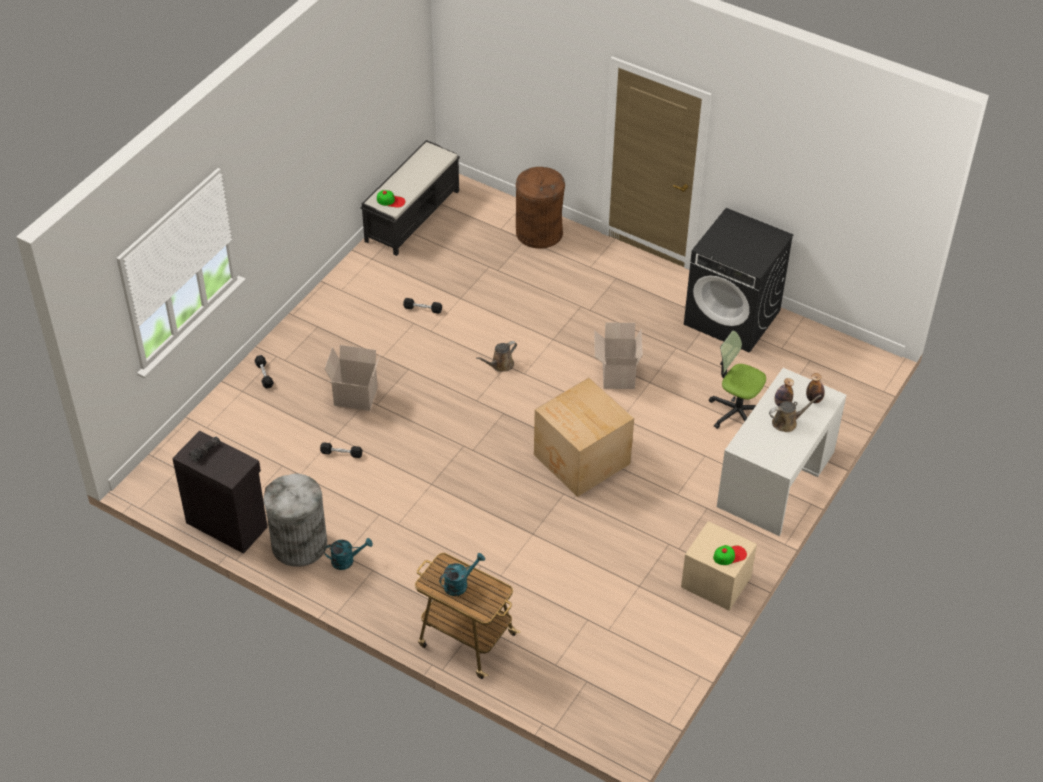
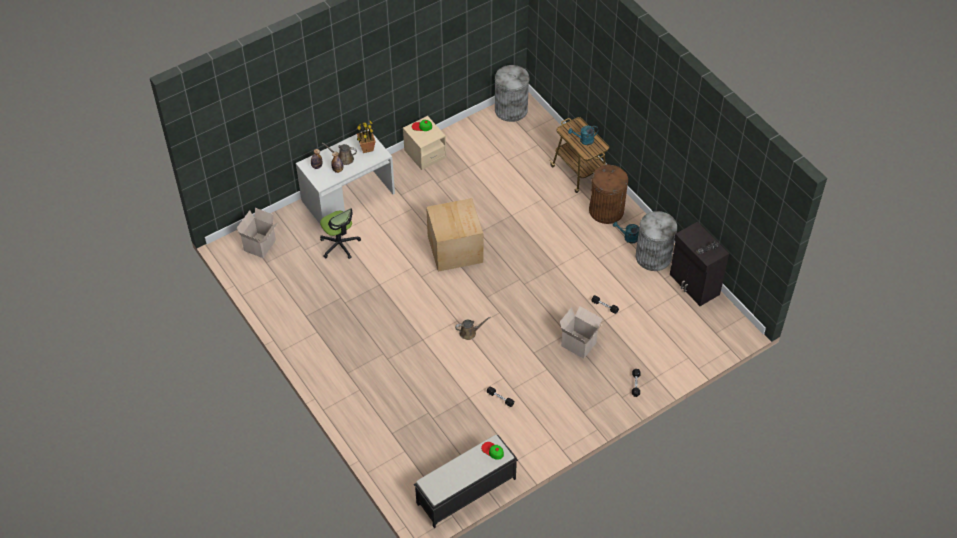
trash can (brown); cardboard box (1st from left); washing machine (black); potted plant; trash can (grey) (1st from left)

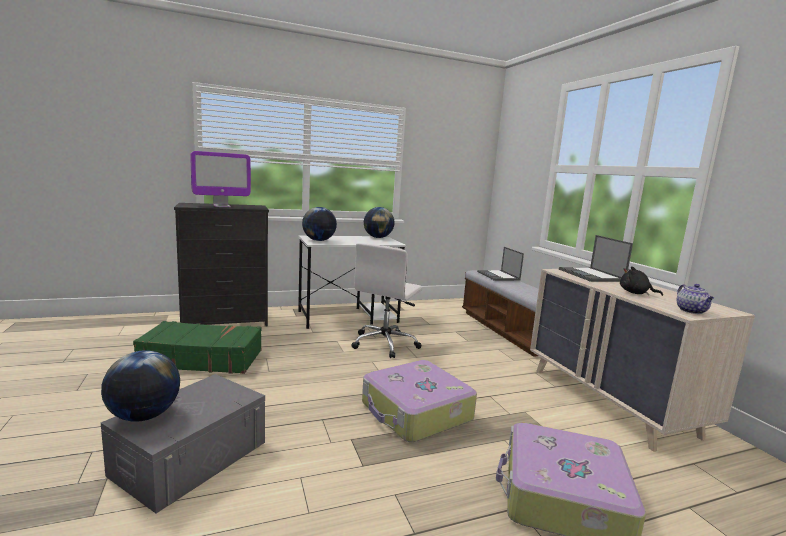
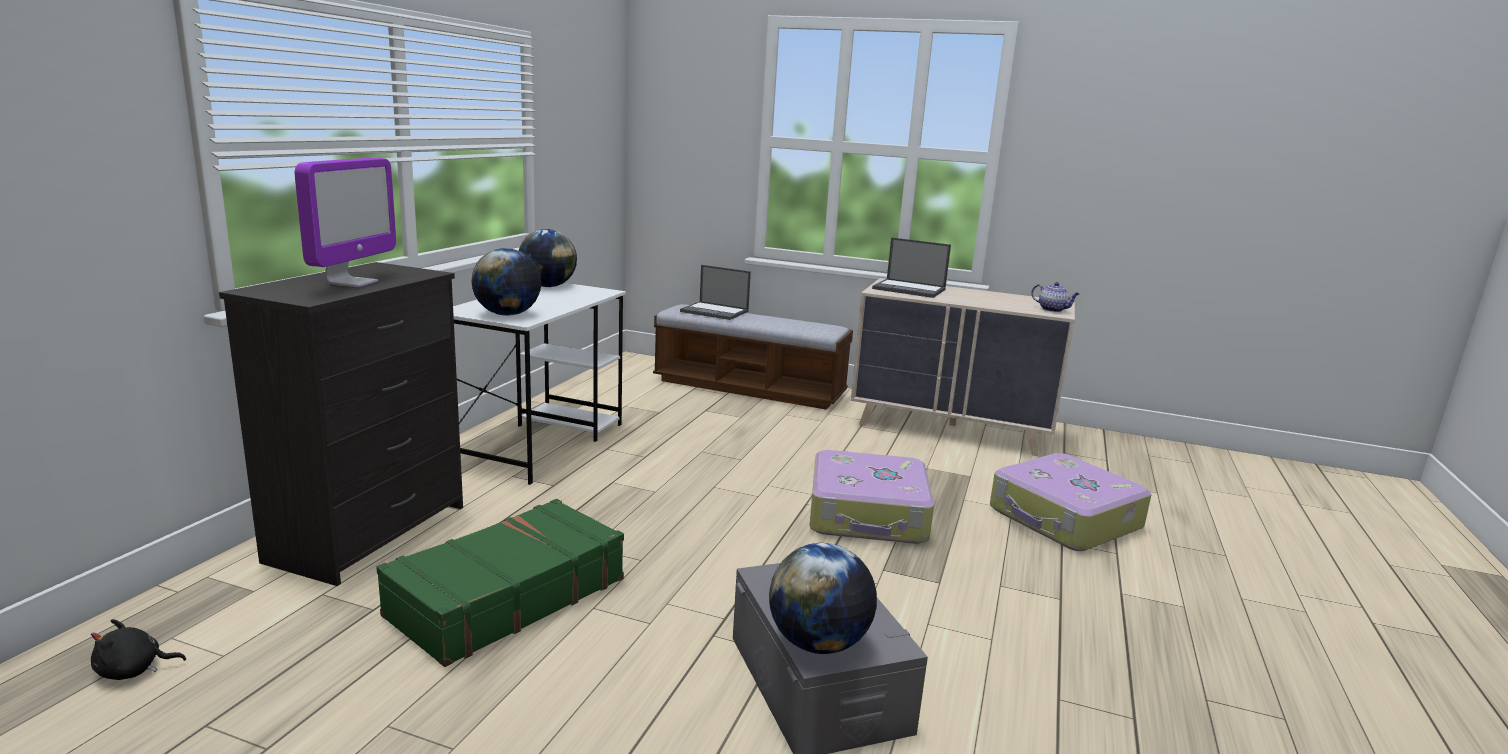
office chair (white); plush toy (black)

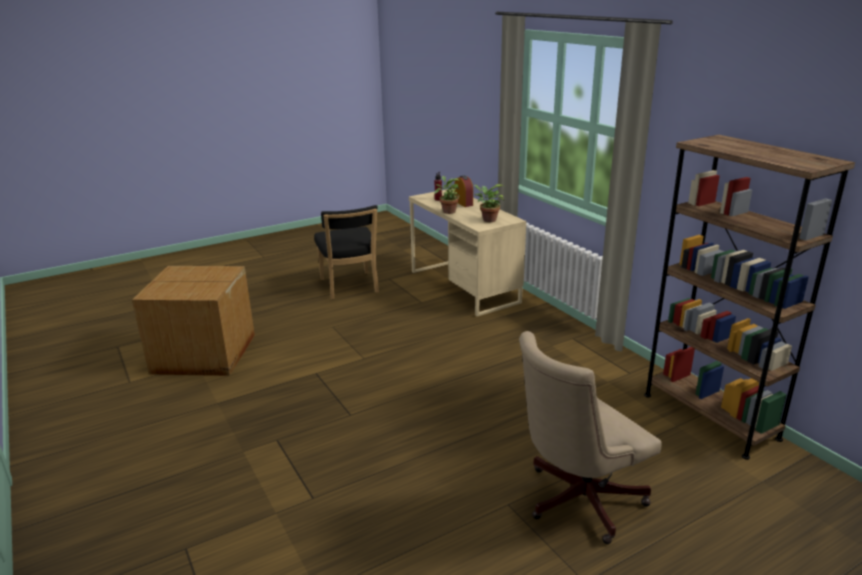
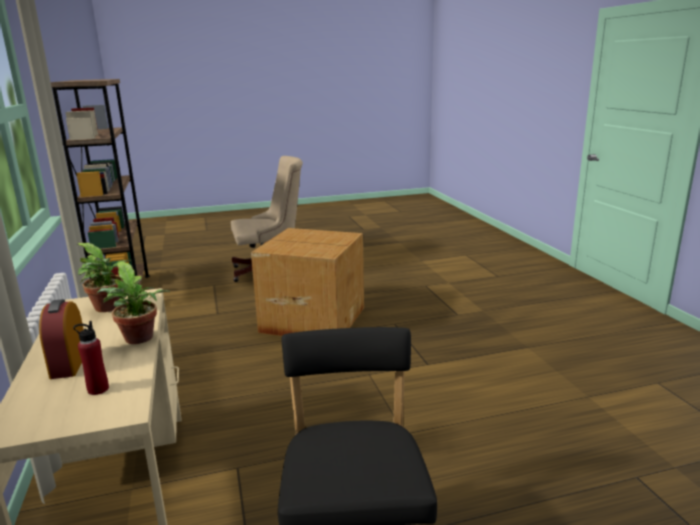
cardboard box

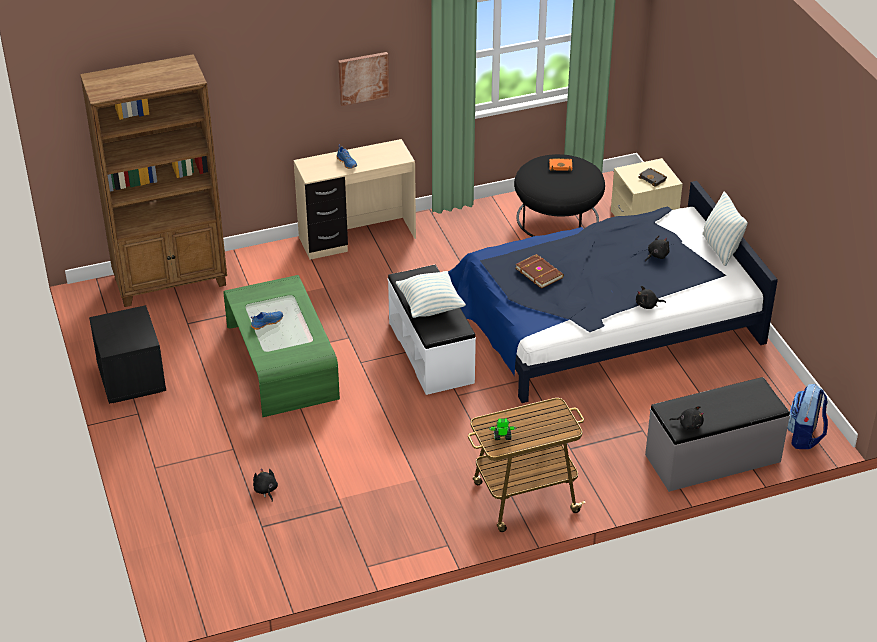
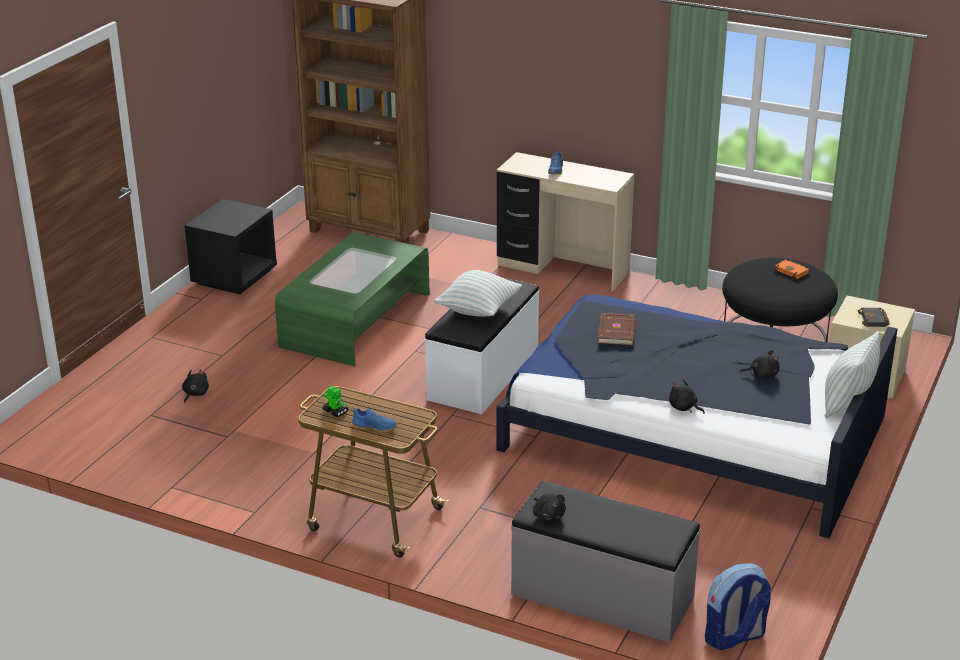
shoe (blue) (1st from left); picture

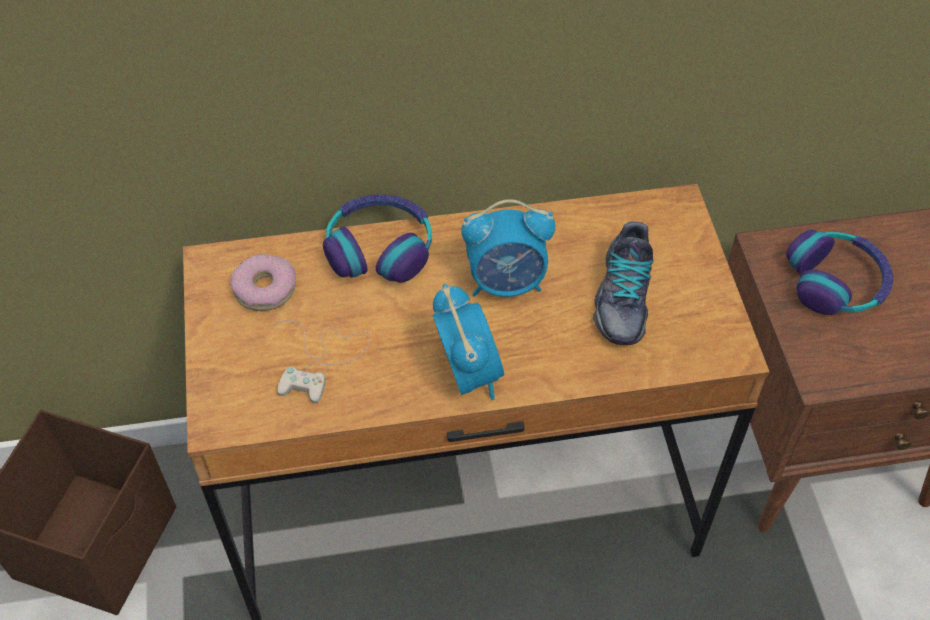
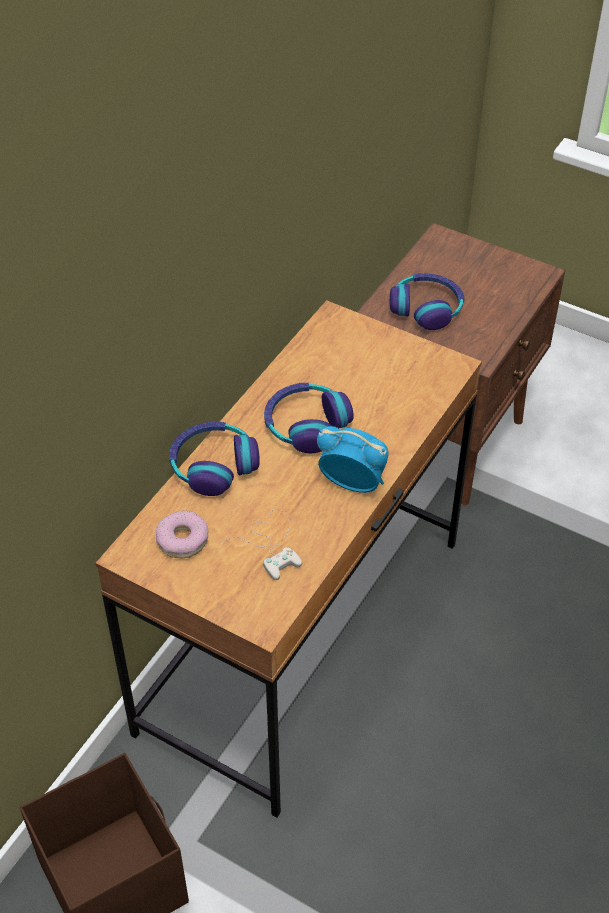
headphones (2nd from left); shoe

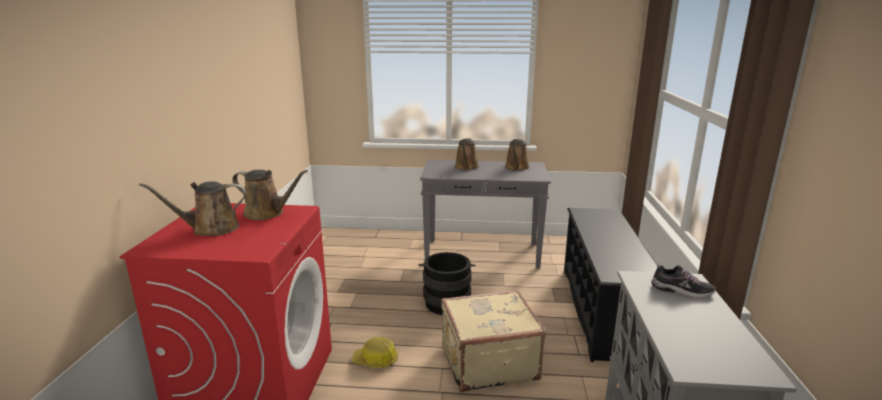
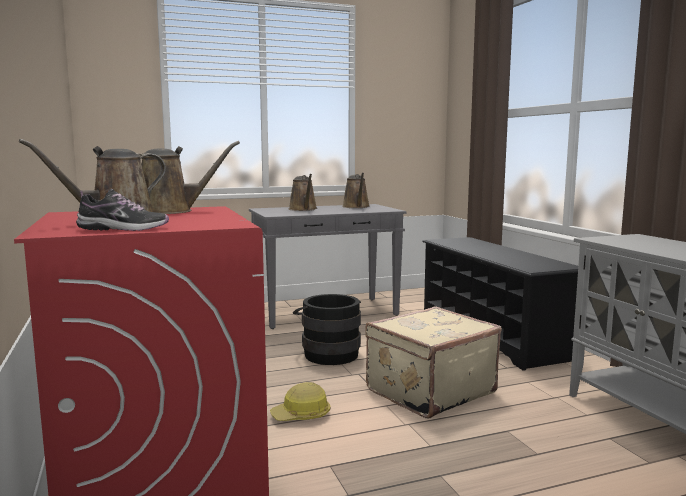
shoe

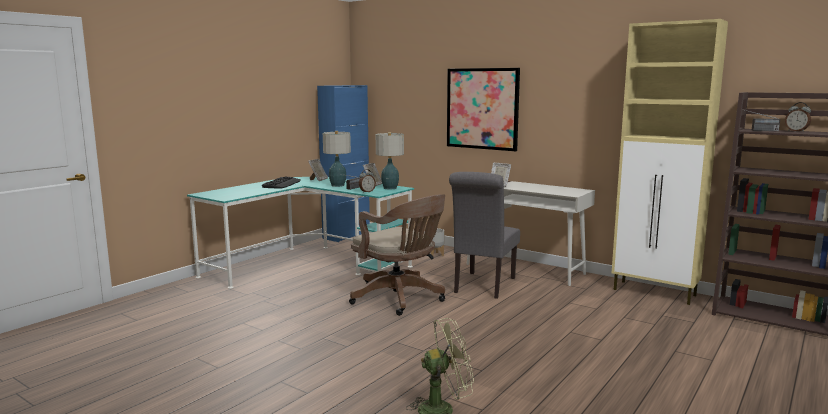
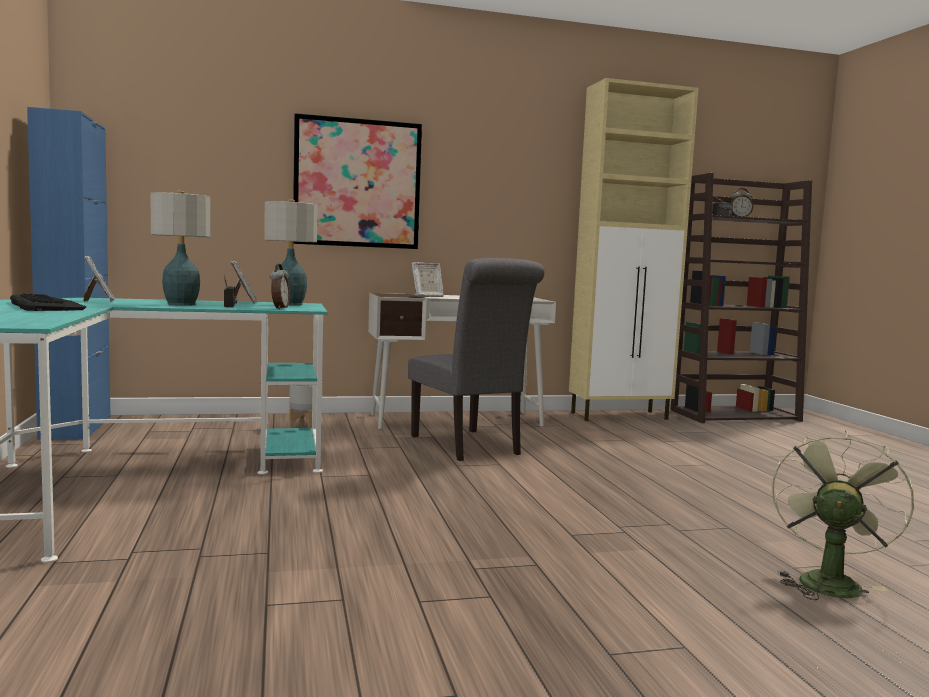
office chair (brown)

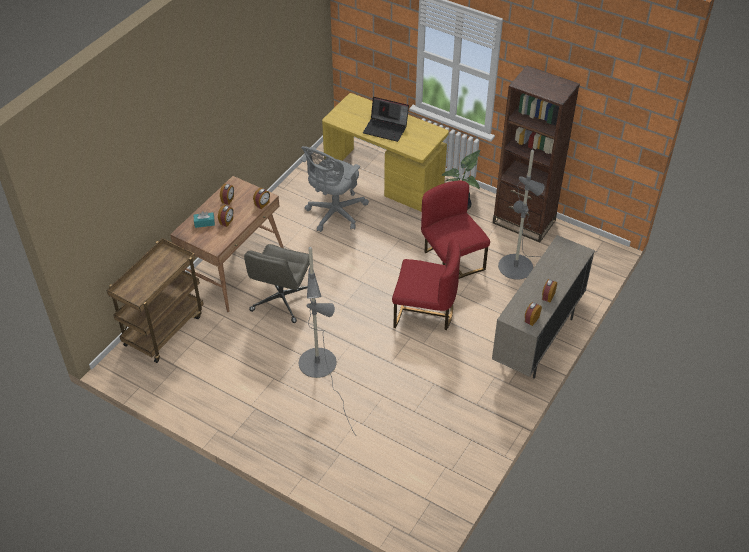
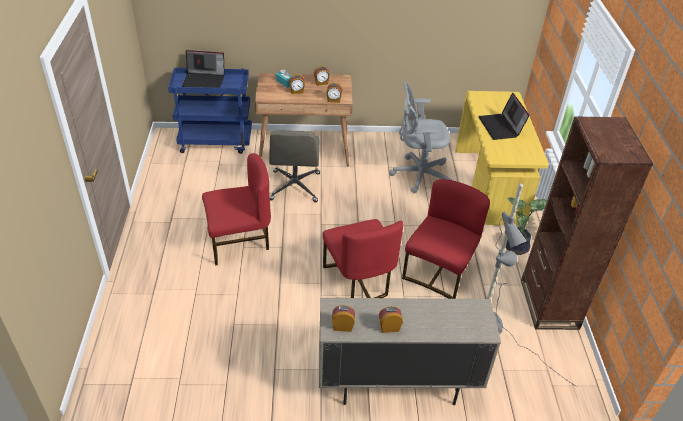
cart (blue); office chair (grey) (1st from left); chair (red) (1st from left); laptop (1st from left)

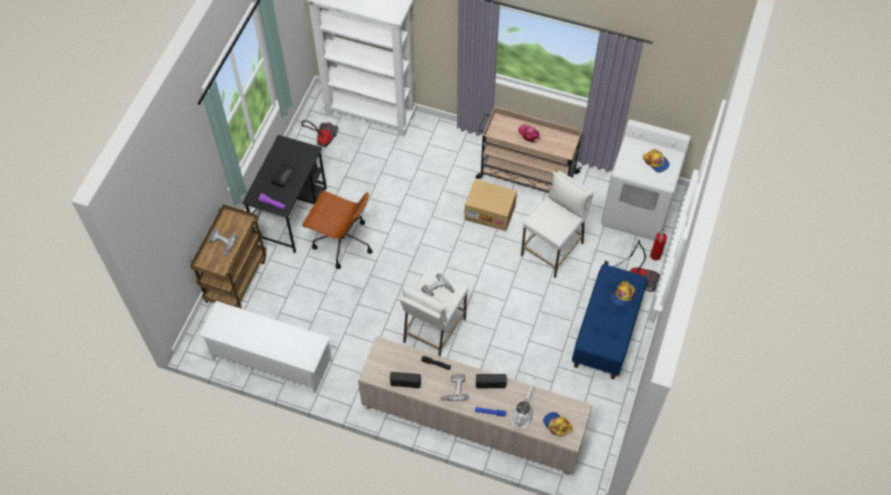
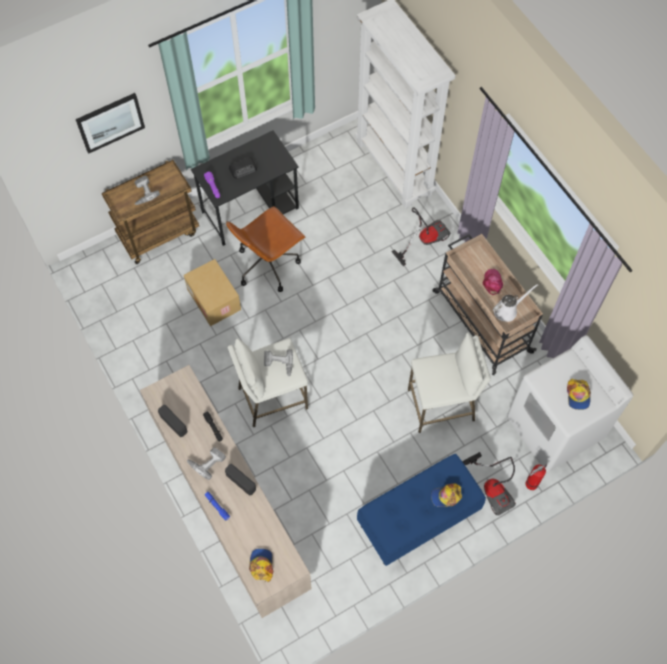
shoe rack (white); vacuum cleaner (1st from left); office chair (brown); cardboard box; watering can (white); picture

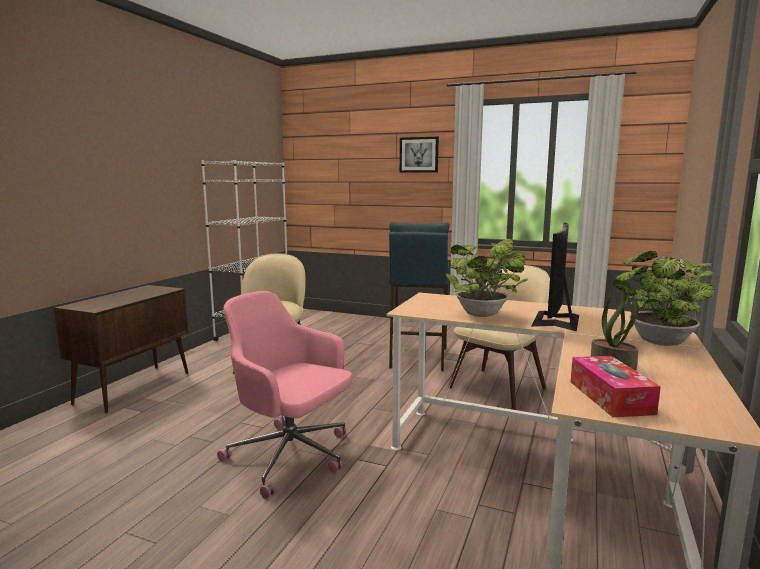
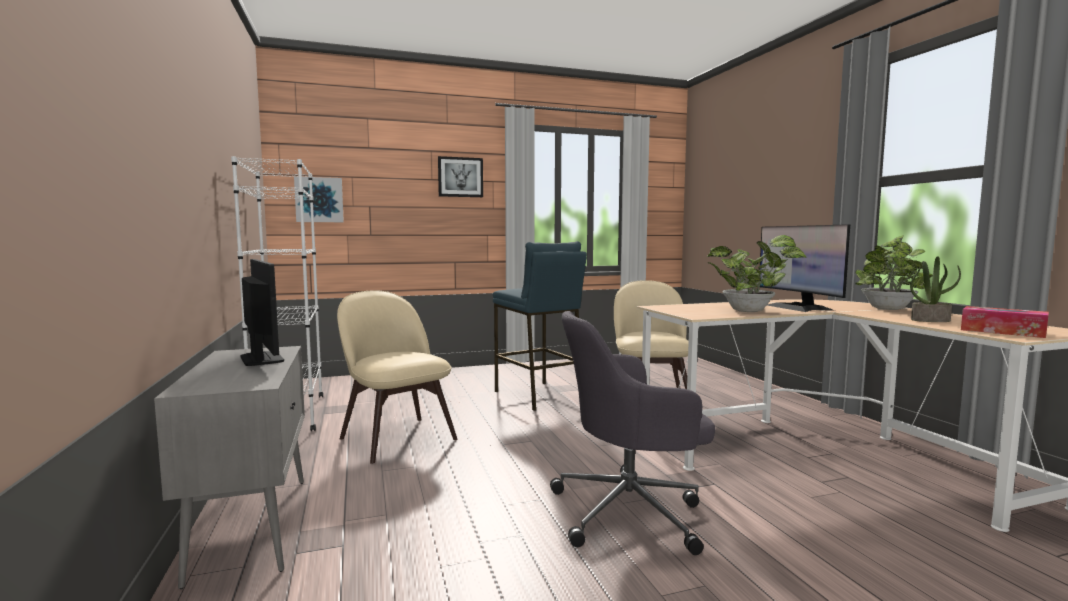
cabinet (grey); office chair (grey); monitor (1st from left); picture (1st from left)

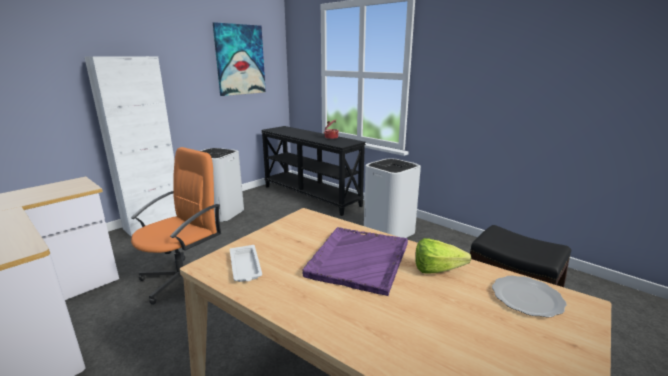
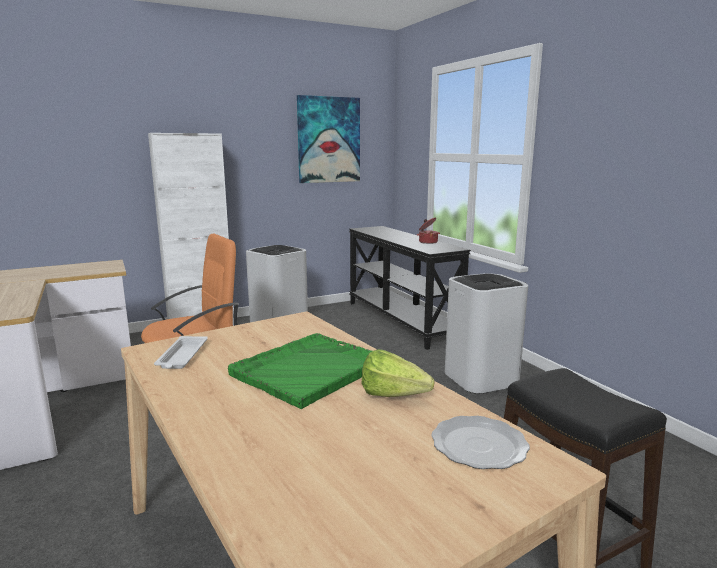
tray (green)

